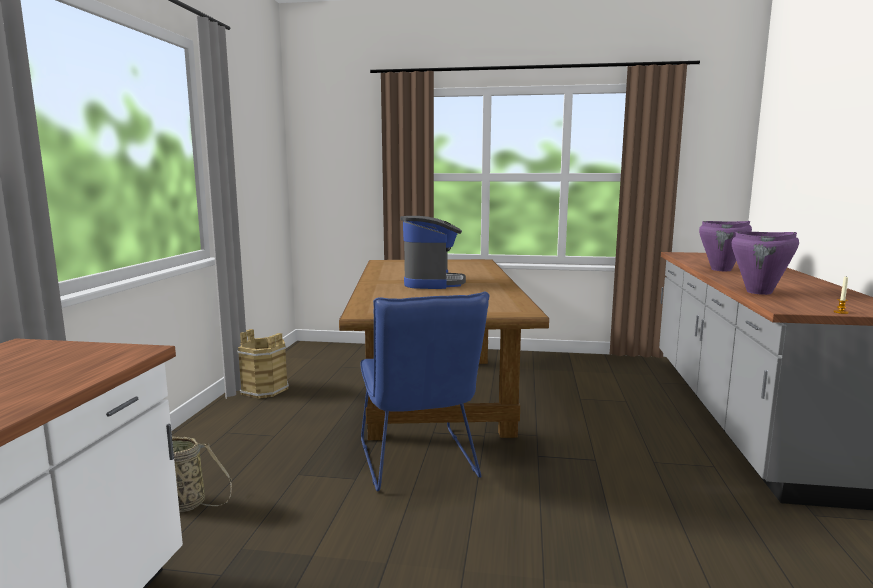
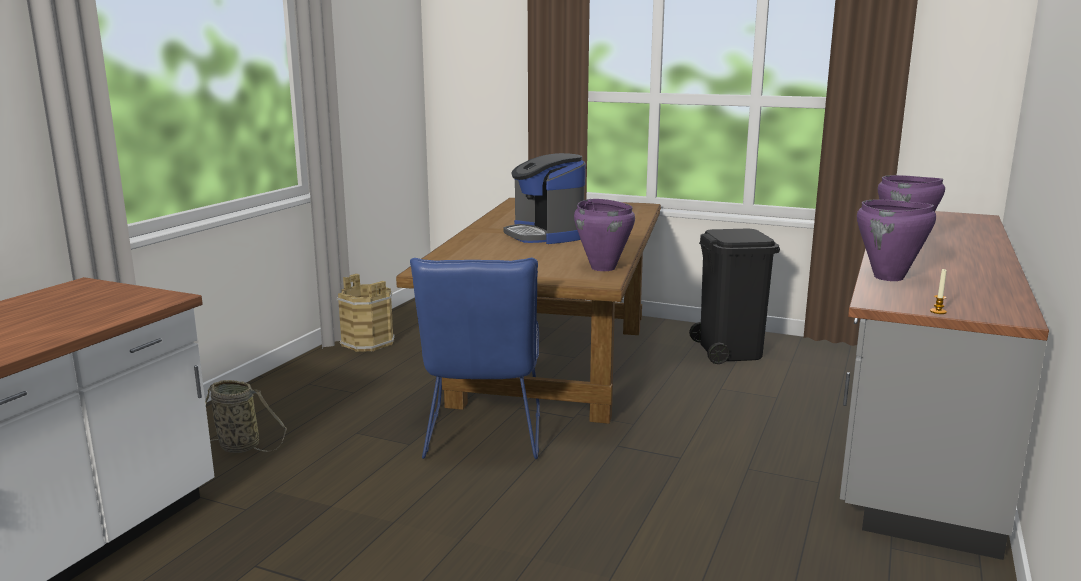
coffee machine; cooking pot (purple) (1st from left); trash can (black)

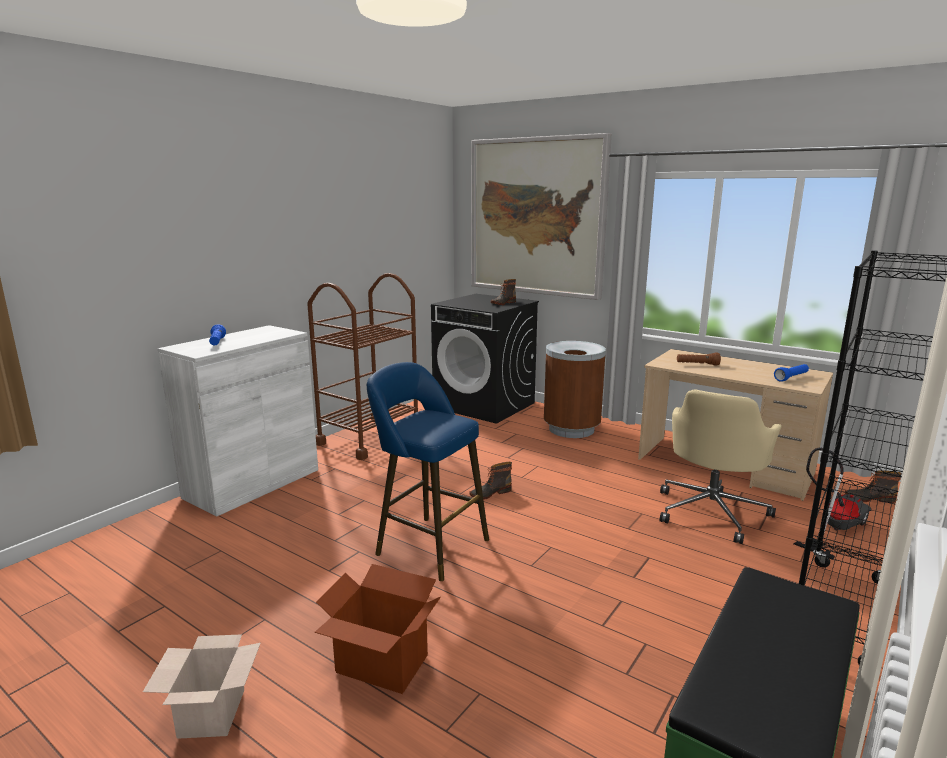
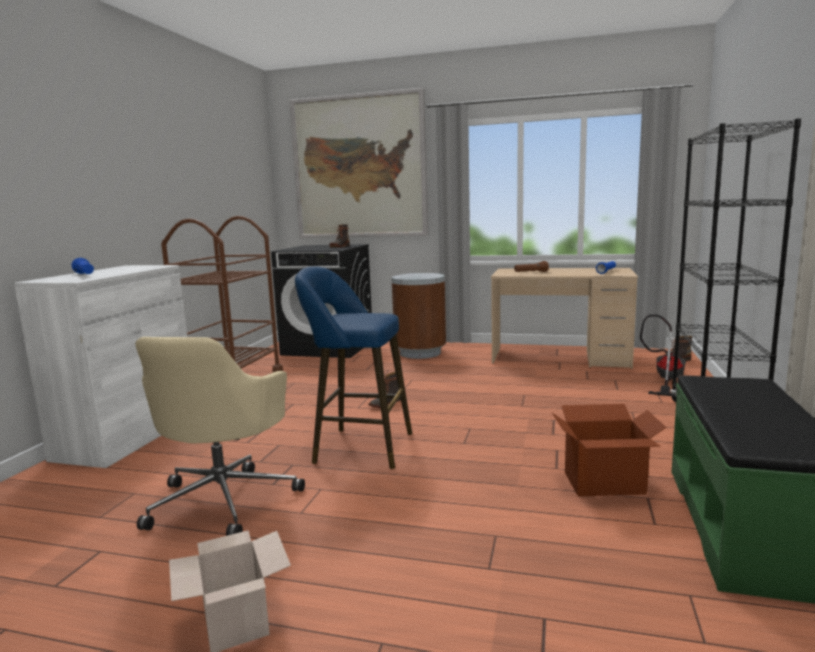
cardboard box (2nd from left); office chair (beige)

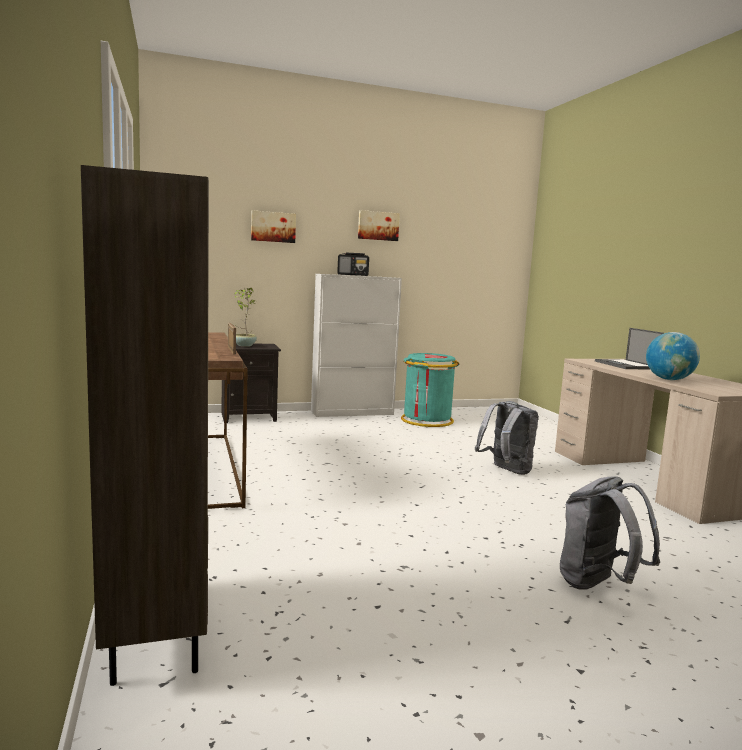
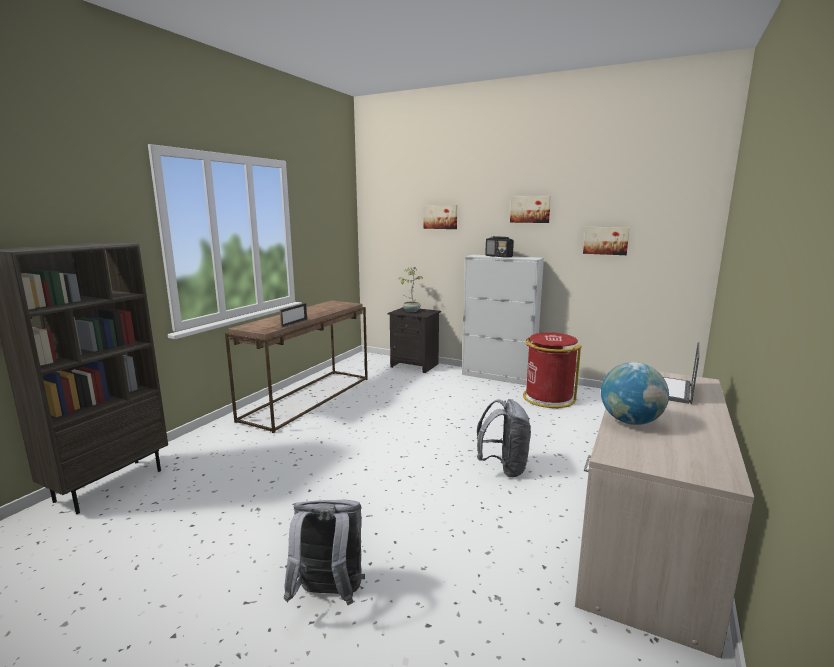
trash can (red); picture (3rd from left)

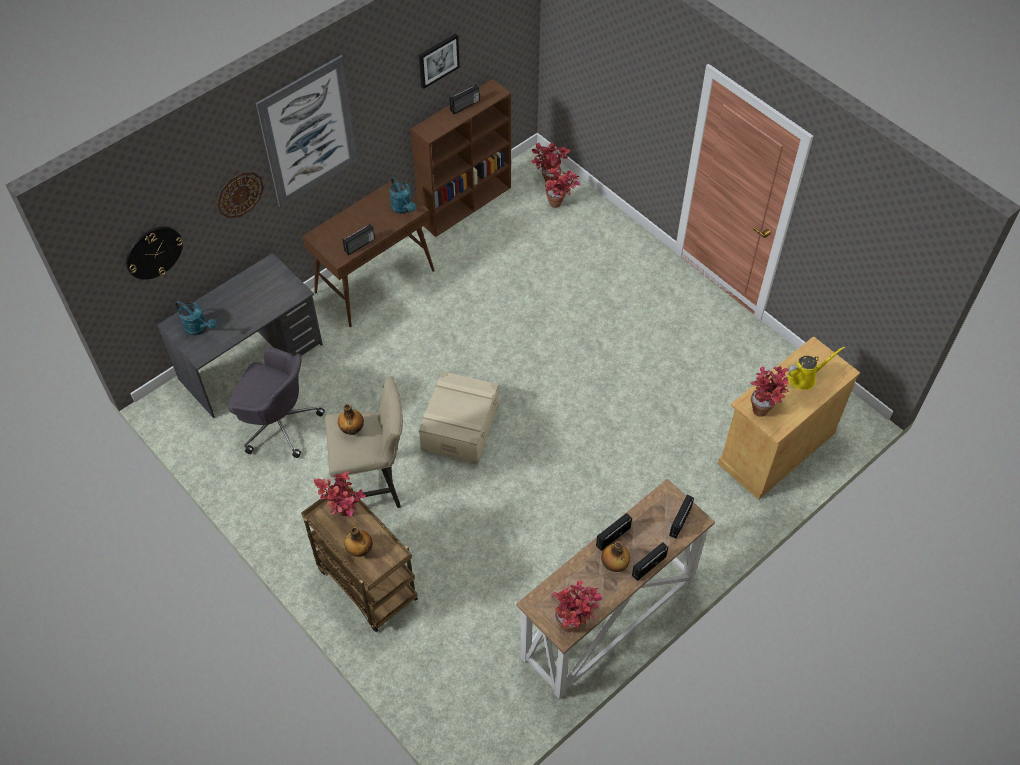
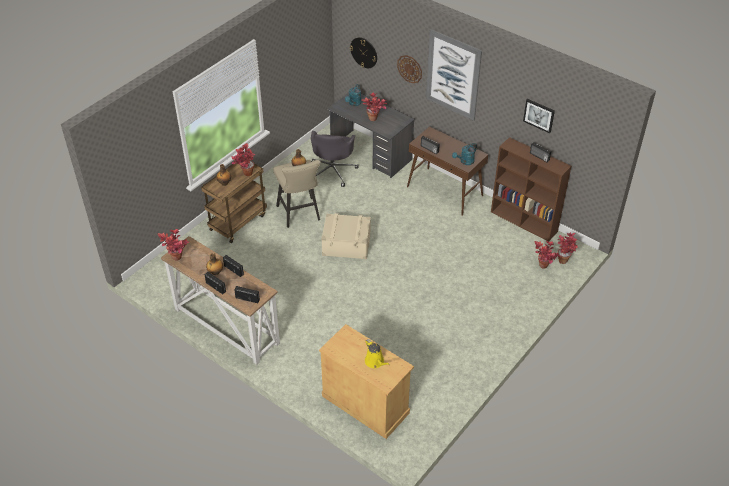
potted plant (3rd from left)

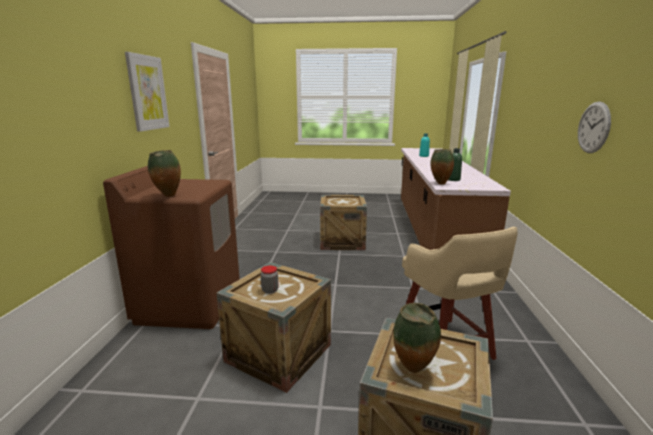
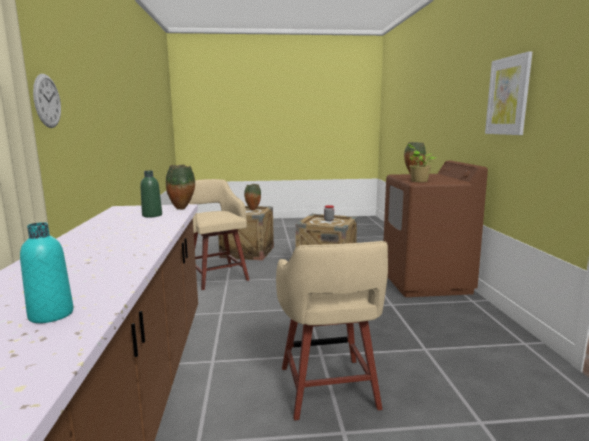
stool (beige) (2nd from left); wall clock; potted plant

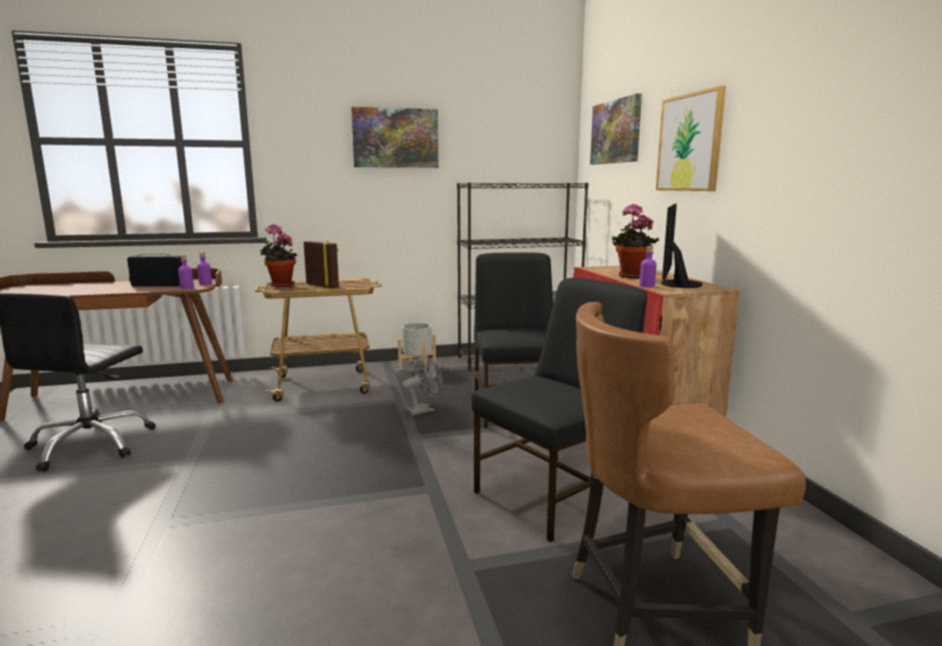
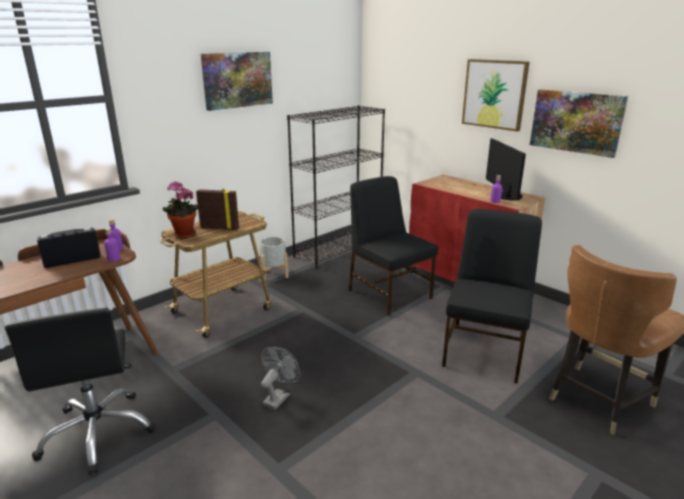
fan (grey); picture (3rd from left); potted plant (2nd from left in the first image)

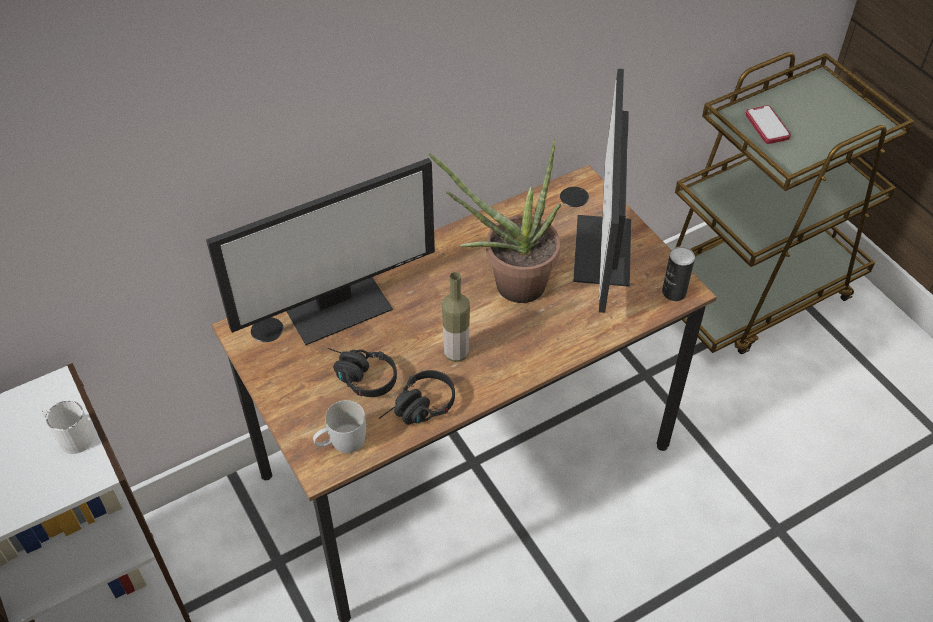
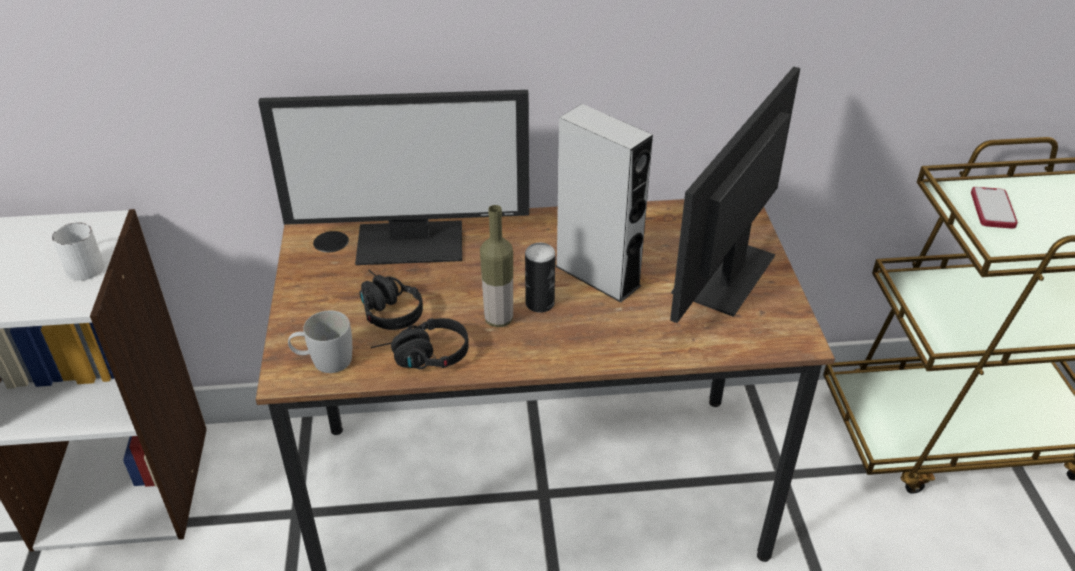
speaker (grey); can

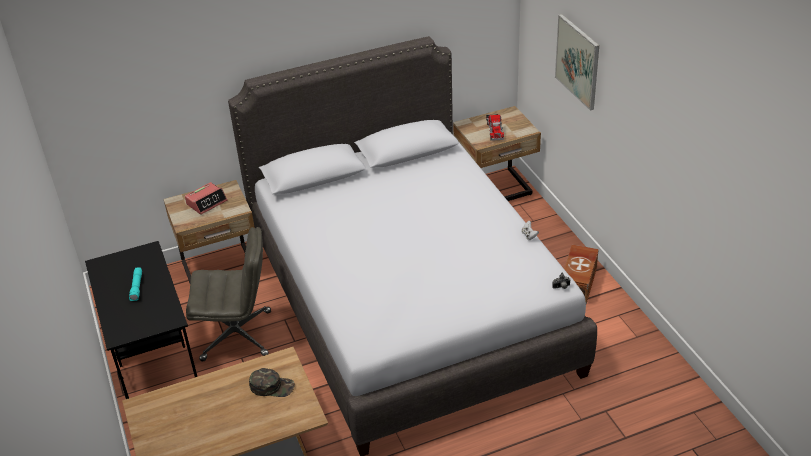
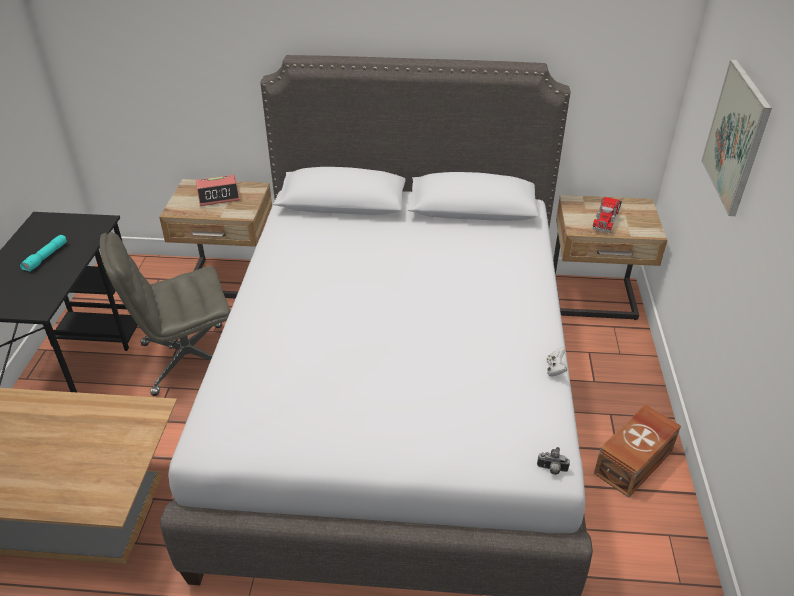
office chair (grey); cap (green)

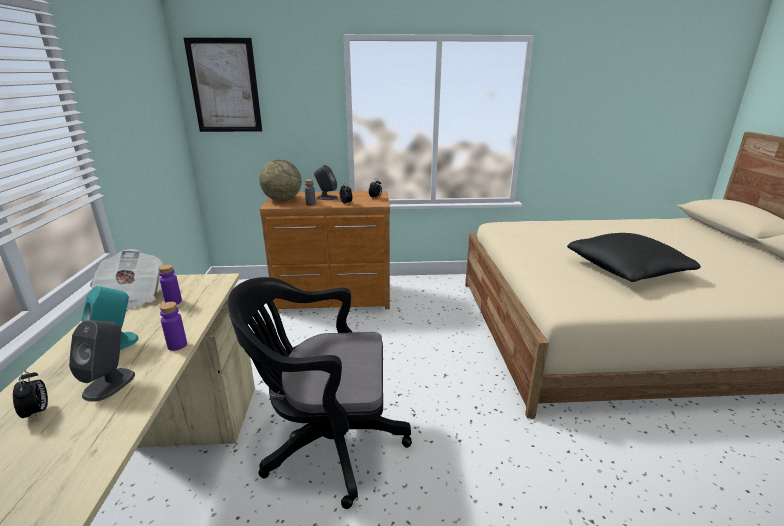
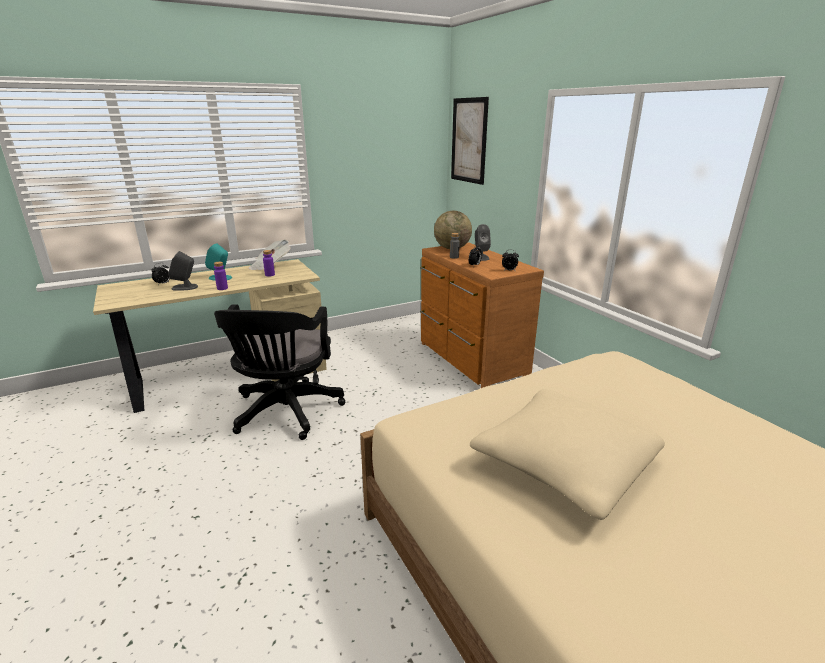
office chair (black); pillow (beige)

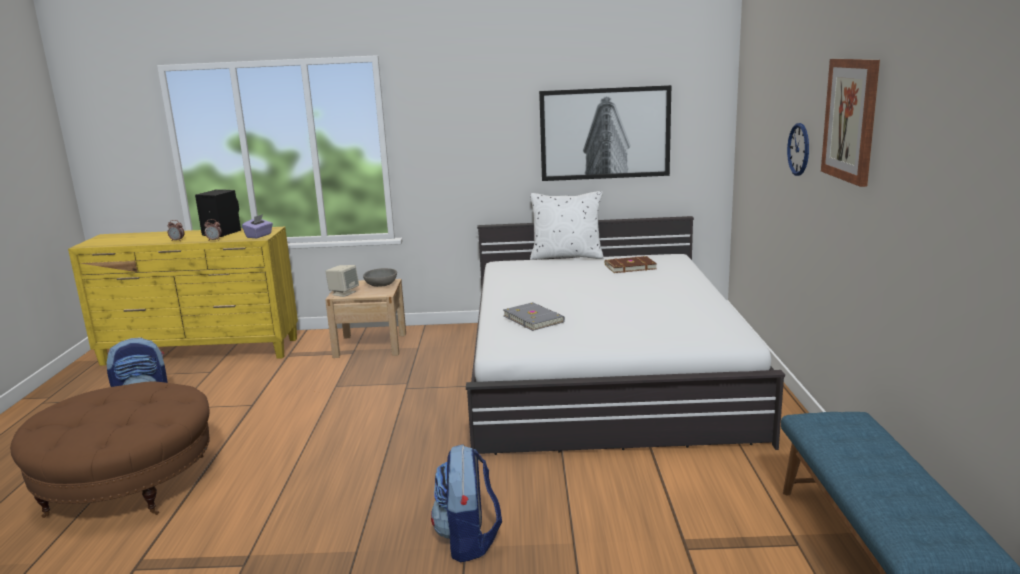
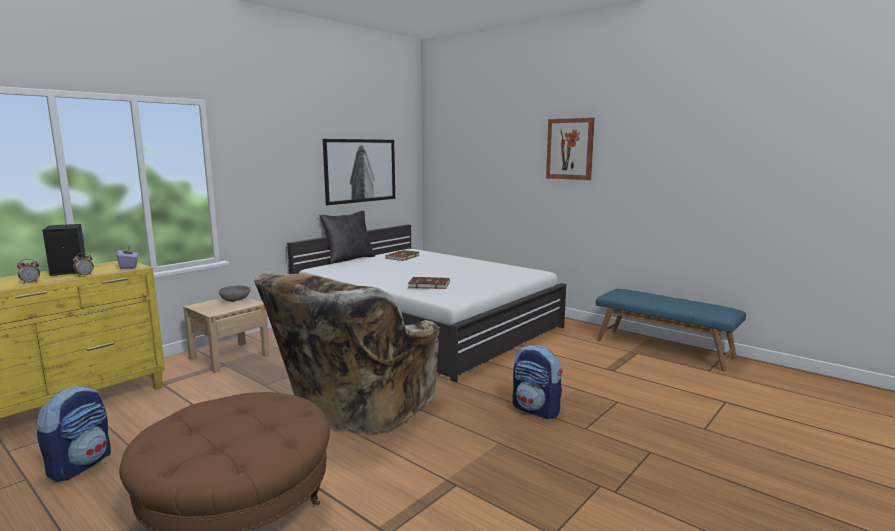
speaker (beige); book (brown) (2nd from left); pillow (black); wall clock; armchair (beige)

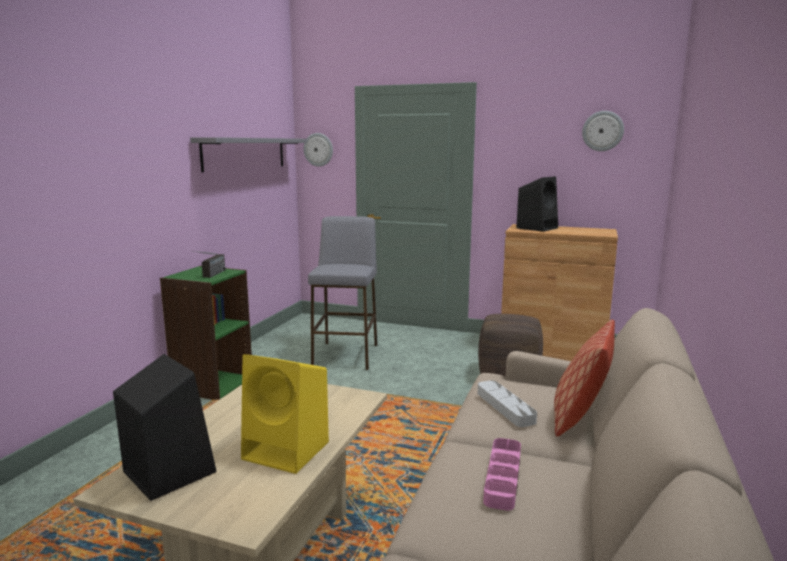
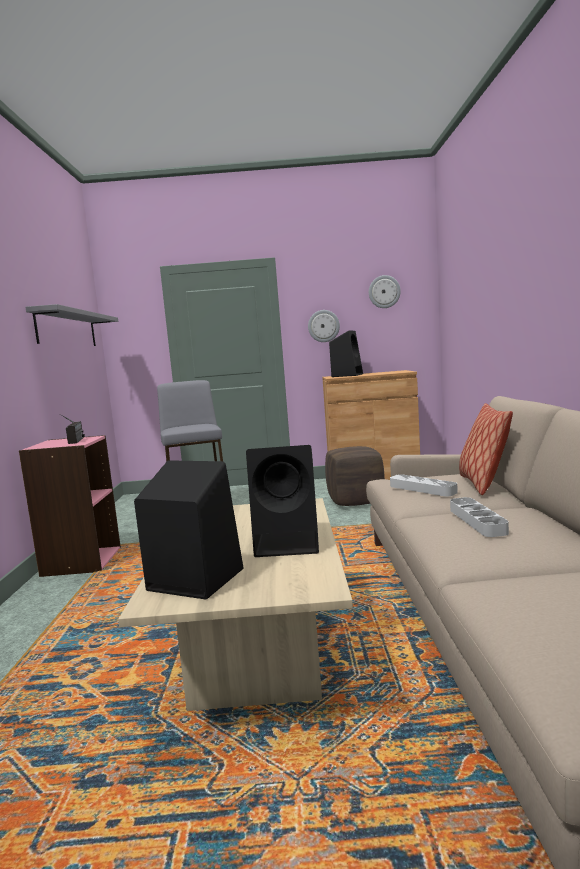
bookcase (pink); speaker (black) (2nd from left); wall clock (1st from left); tray (grey) (2nd from left)

